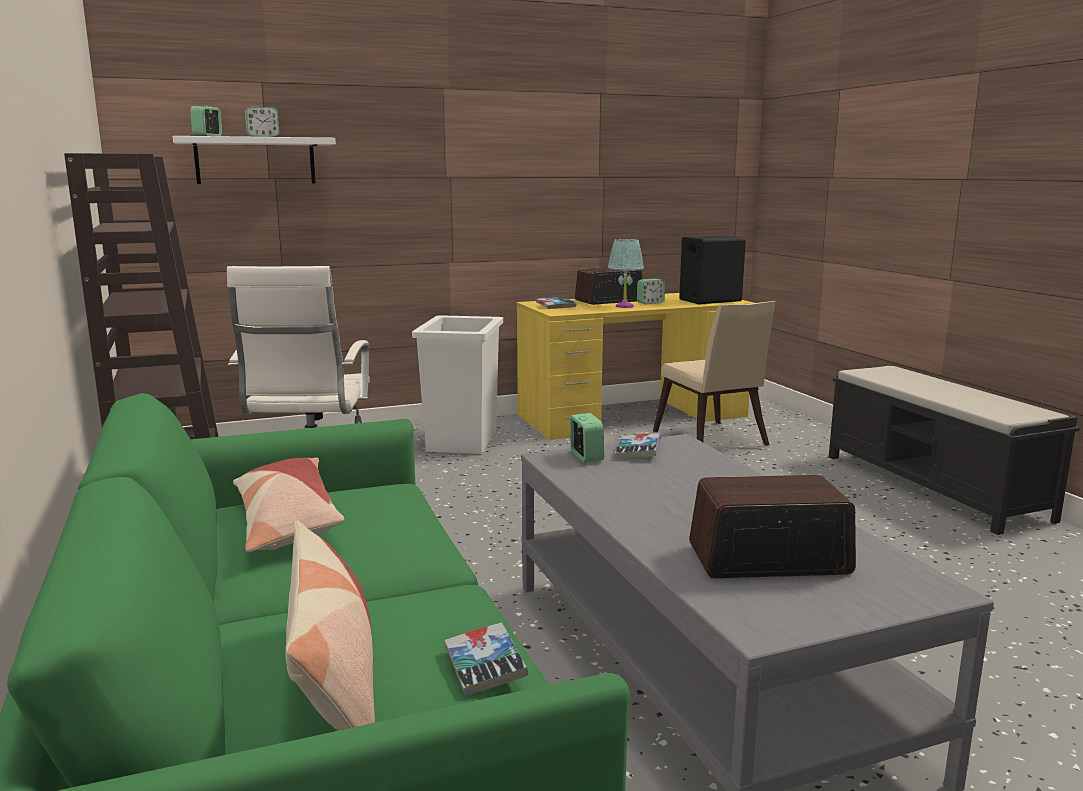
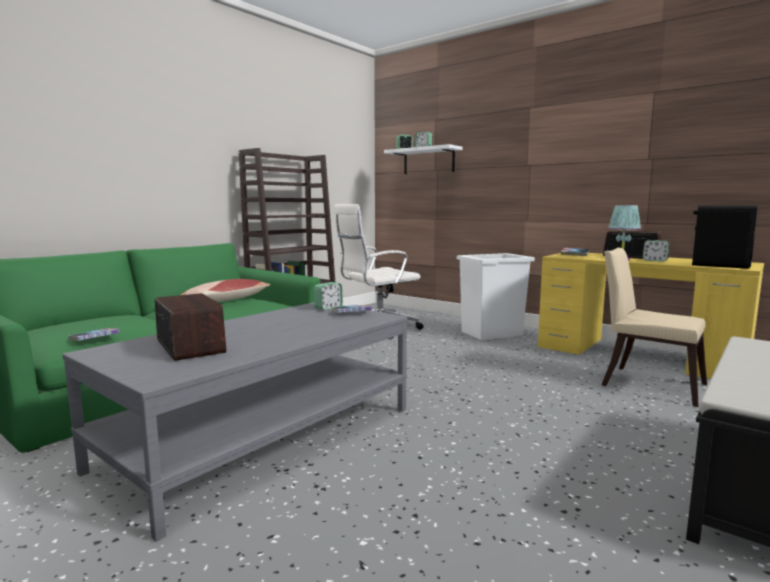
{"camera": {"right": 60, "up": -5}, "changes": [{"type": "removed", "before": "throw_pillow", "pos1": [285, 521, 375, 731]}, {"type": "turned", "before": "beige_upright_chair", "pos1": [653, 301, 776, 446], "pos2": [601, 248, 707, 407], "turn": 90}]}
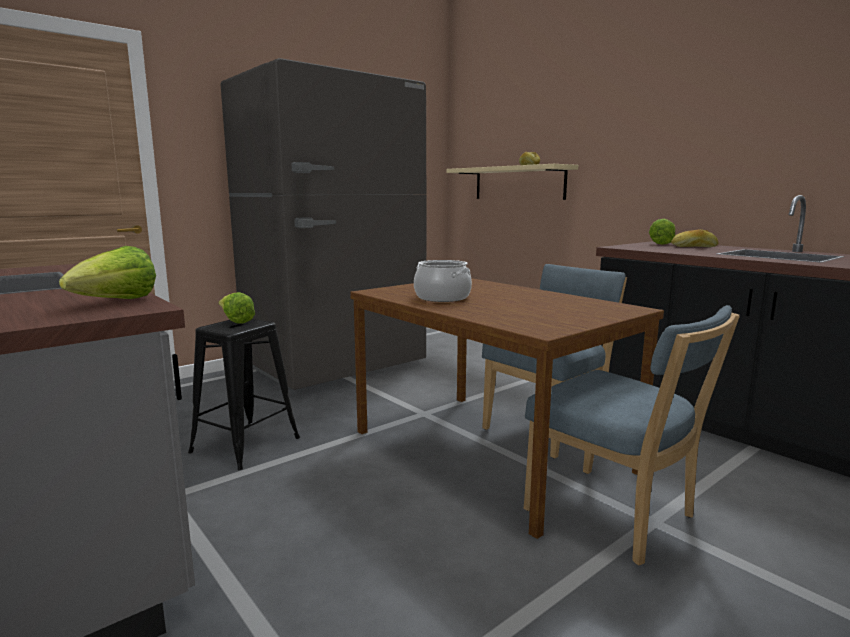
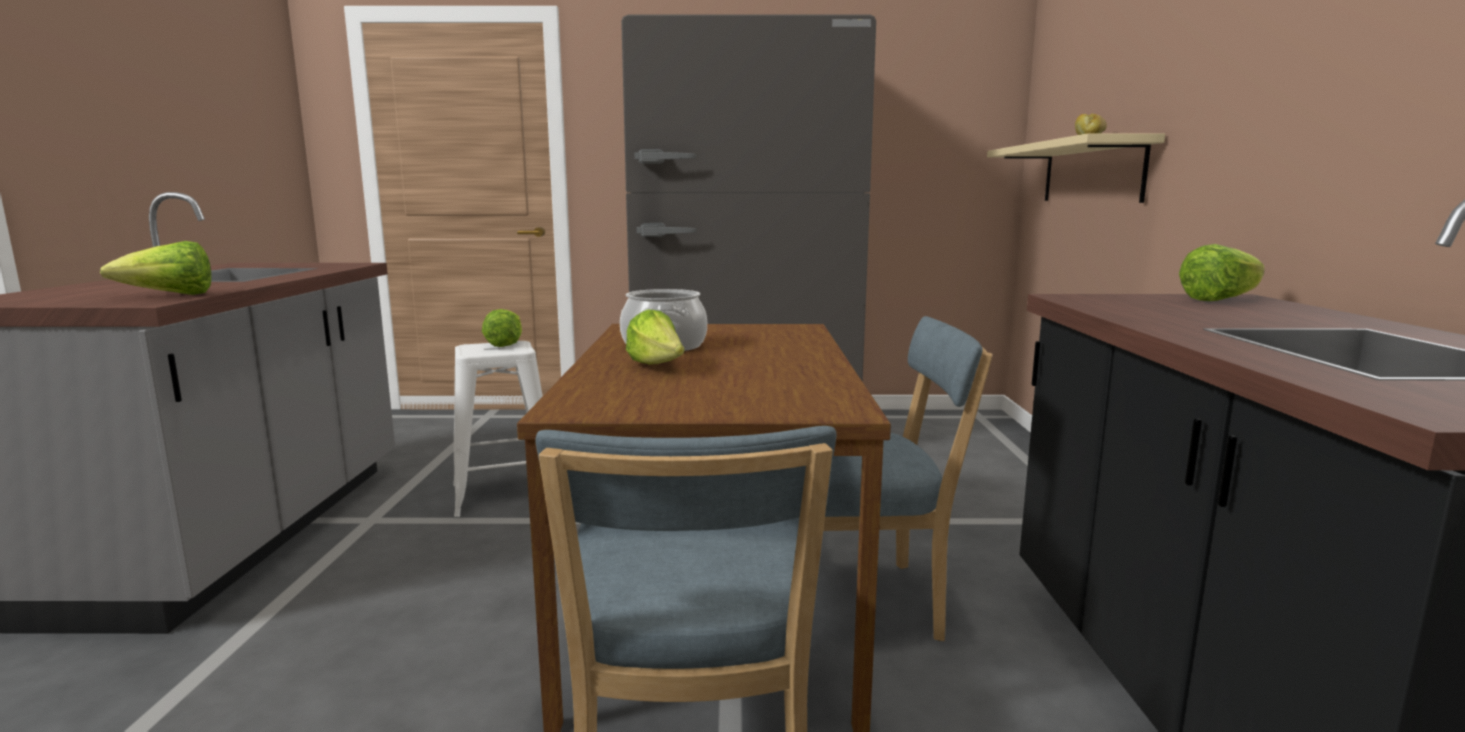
{"camera": {"right": 40, "up": 0}, "changes": [{"type": "removed", "before": "bread", "pos1": [671, 229, 718, 247]}, {"type": "added", "after": "head_of_lettuce", "pos2": [626, 309, 685, 365]}, {"type": "recoloured", "before": "black_sitting_stool", "after": "white_sitting_stool", "pos1": [188, 319, 300, 470], "pos2": [453, 341, 543, 517]}]}
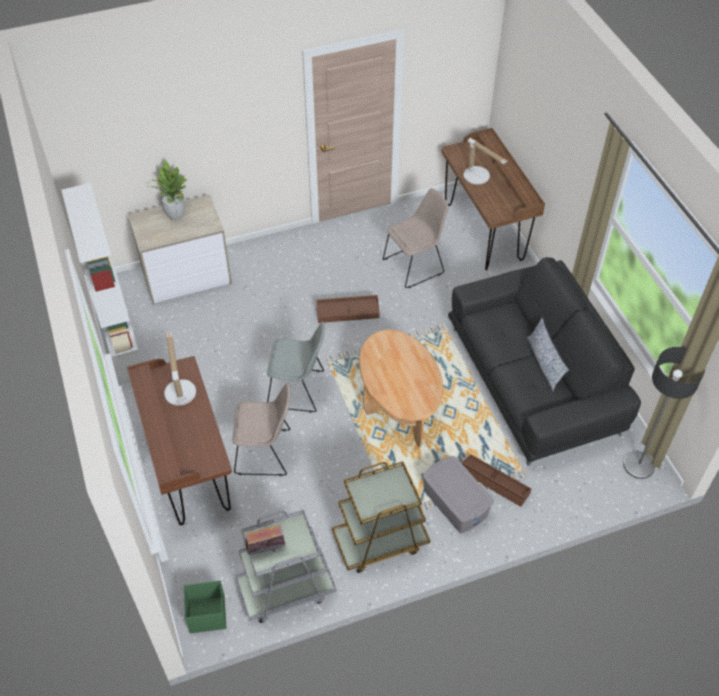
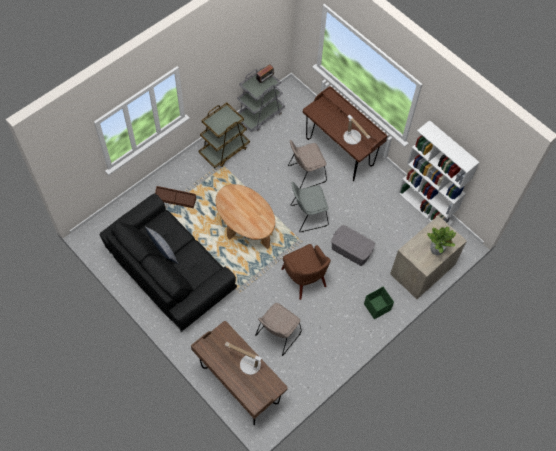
{"camera": {"right": 155, "up": 10}, "changes": [{"type": "removed", "before": "standing_lamp", "pos1": [623, 347, 705, 479]}, {"type": "moved", "before": "greenish_storage_bin", "pos1": [184, 581, 226, 634], "pos2": [364, 287, 394, 319]}, {"type": "moved", "before": "grey_storage_bin", "pos1": [422, 456, 494, 533], "pos2": [331, 225, 375, 266]}, {"type": "replaced", "before": "brownish_storage_bin", "after": "brownish_lounge_chair", "pos1": [316, 295, 380, 323], "pos2": [281, 244, 331, 300]}]}
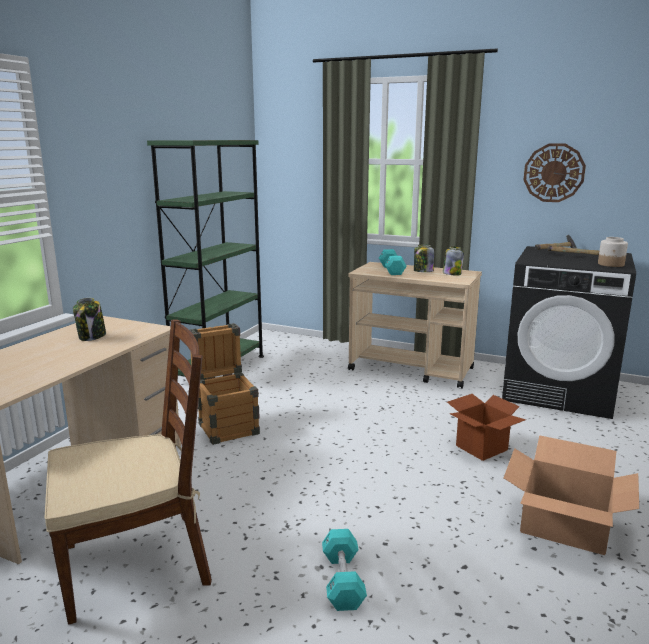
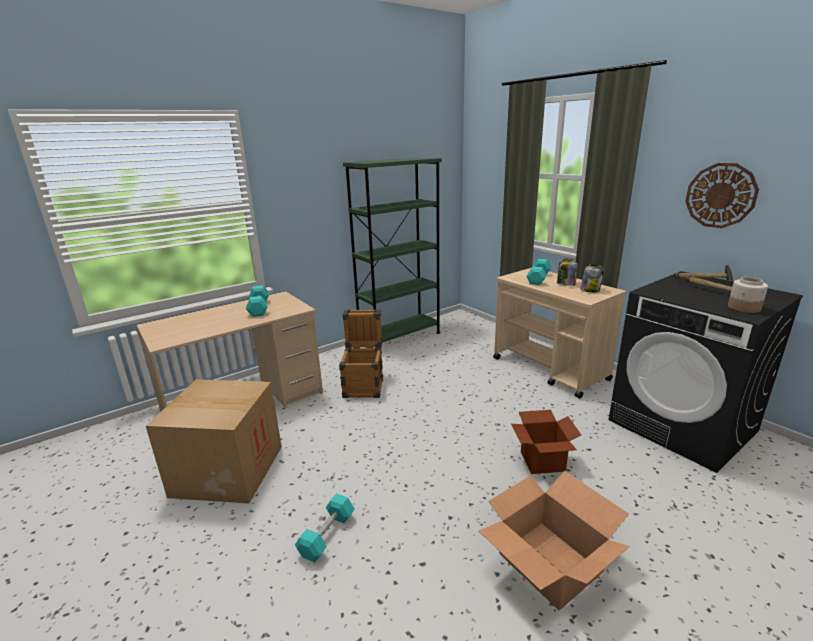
{"camera": {"right": 30, "up": 5}, "changes": [{"type": "replaced", "before": "brownish_upright_chair", "after": "packing_box", "pos1": [44, 319, 212, 625], "pos2": [146, 379, 282, 504]}, {"type": "replaced", "before": "storage_jar", "after": "turquoise-coloured_free_weight", "pos1": [73, 298, 106, 341], "pos2": [246, 285, 269, 317]}]}
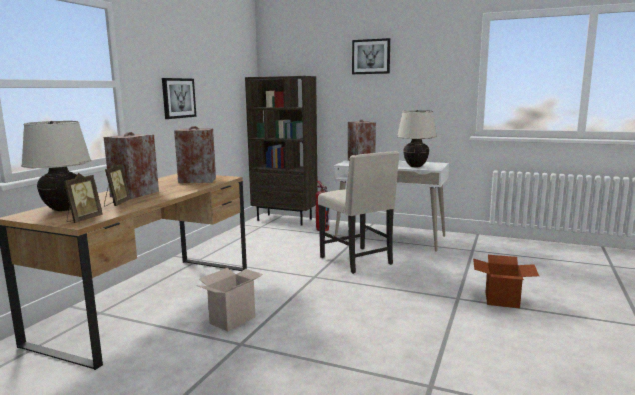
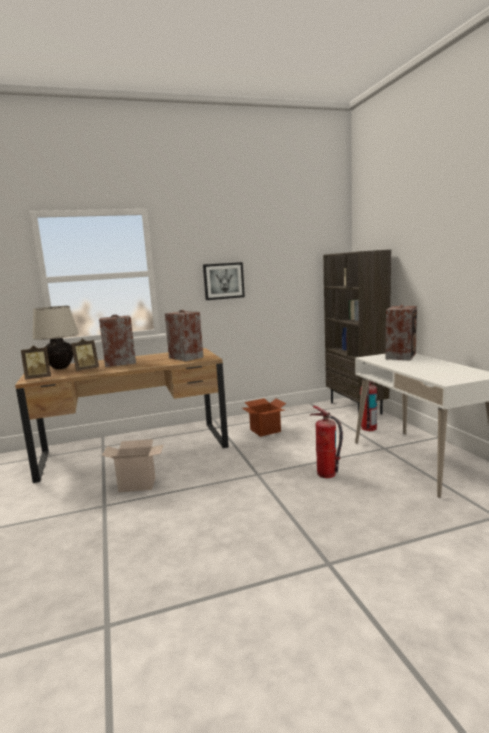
{"camera": {"right": 50, "up": 0}, "changes": [{"type": "removed", "before": "wall_art", "pos1": [352, 38, 390, 74]}, {"type": "removed", "before": "beige_lamp_for_a_table", "pos1": [397, 110, 437, 167]}, {"type": "moved", "before": "packing_box", "pos1": [473, 255, 539, 308], "pos2": [242, 398, 286, 437]}, {"type": "replaced", "before": "beige_upright_chair", "after": "fire-fighting_cylinder", "pos1": [318, 151, 400, 274], "pos2": [309, 406, 343, 478]}]}
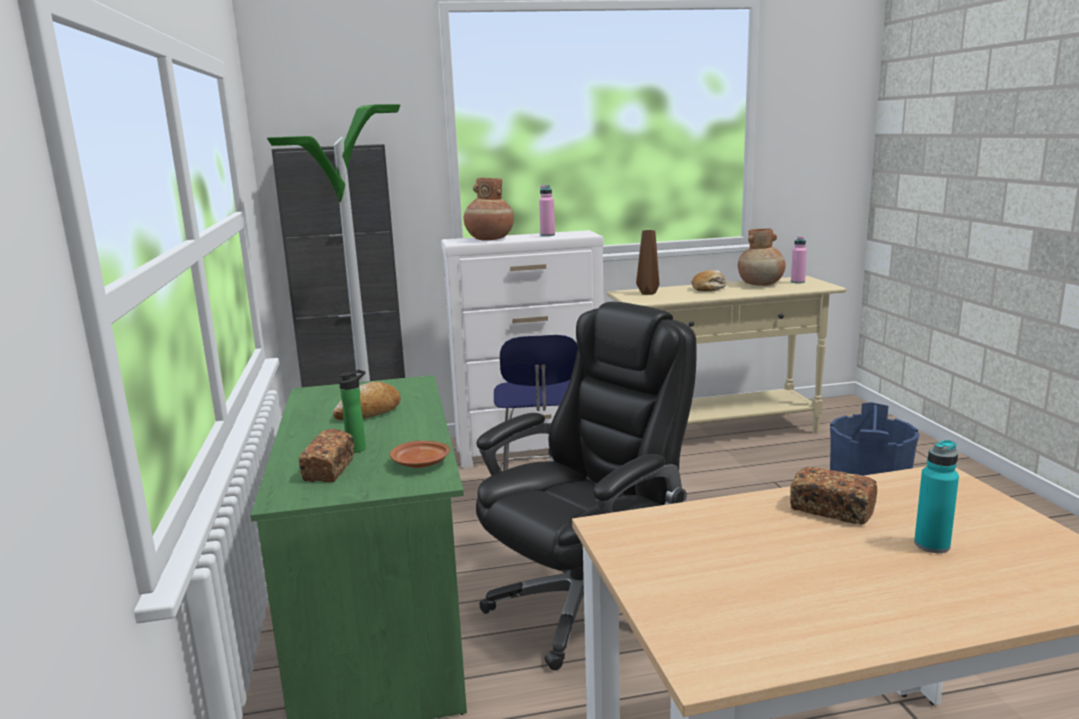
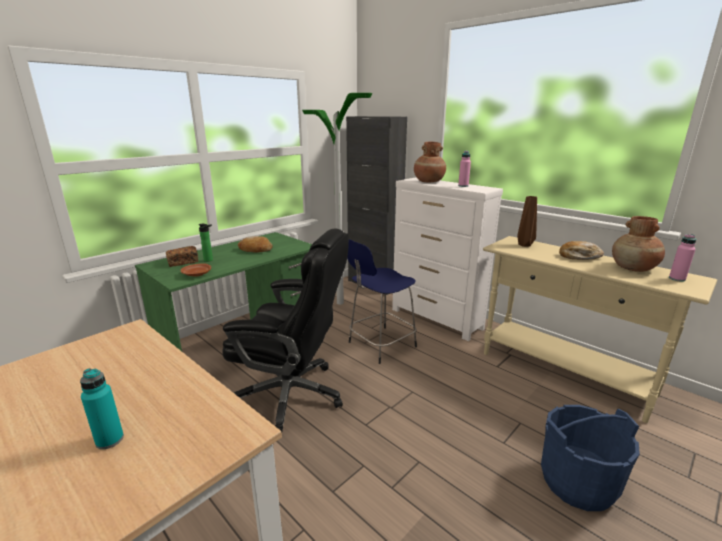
{"camera": {"right": 55, "up": 5}, "changes": [{"type": "removed", "before": "bread", "pos1": [790, 467, 877, 525]}]}
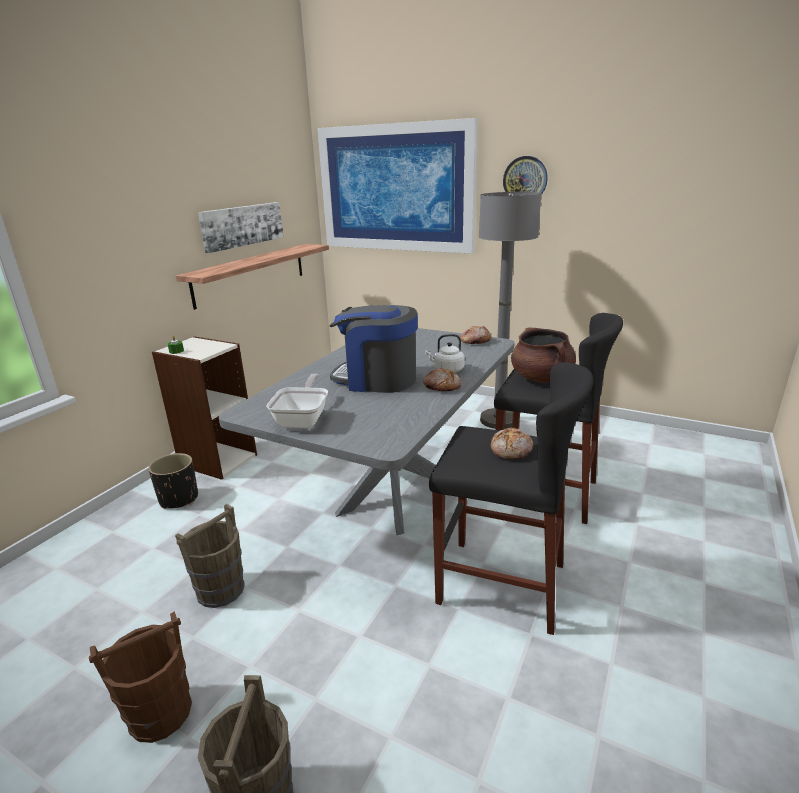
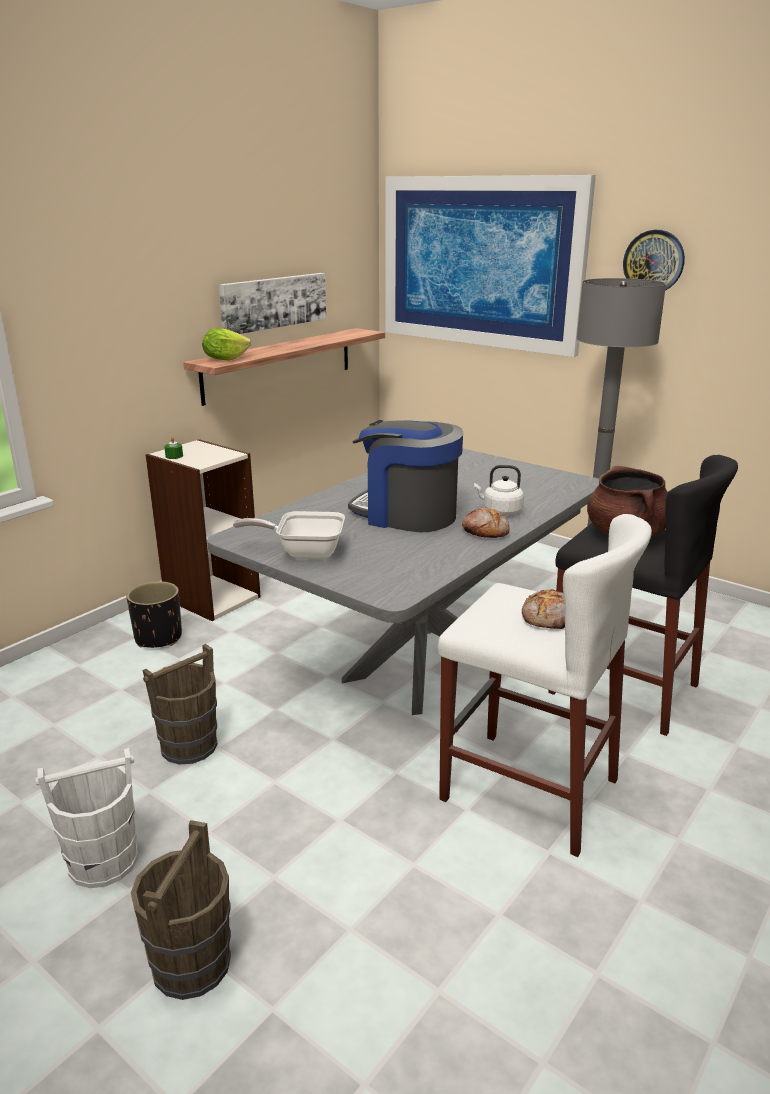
{"camera": {"right": 10, "up": 0}, "changes": [{"type": "removed", "before": "bread", "pos1": [460, 326, 491, 344]}, {"type": "added", "after": "head_of_lettuce", "pos2": [202, 328, 251, 361]}, {"type": "recoloured", "before": "brownish_bucket", "after": "white_bucket", "pos1": [89, 611, 192, 743], "pos2": [36, 748, 138, 888]}, {"type": "recoloured", "before": "black_sitting_stool", "after": "white_sitting_stool", "pos1": [429, 362, 593, 635], "pos2": [438, 514, 652, 857]}, {"type": "turned", "before": "frying_pan", "pos1": [266, 374, 328, 428], "pos2": [233, 511, 345, 559], "turn": -105}]}
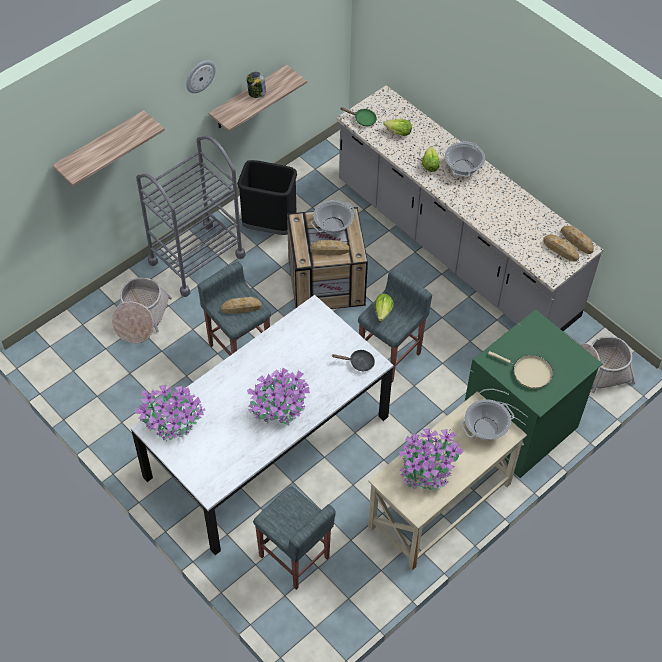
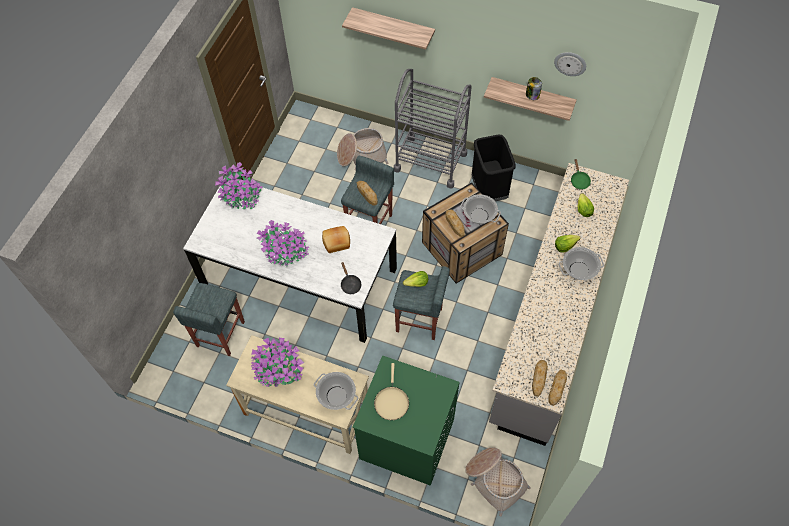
{"camera": {"right": 65, "up": 5}, "changes": [{"type": "added", "after": "bread", "pos2": [322, 226, 350, 253]}, {"type": "moved", "before": "wall_clock", "pos1": [186, 61, 216, 93], "pos2": [554, 52, 586, 76]}]}
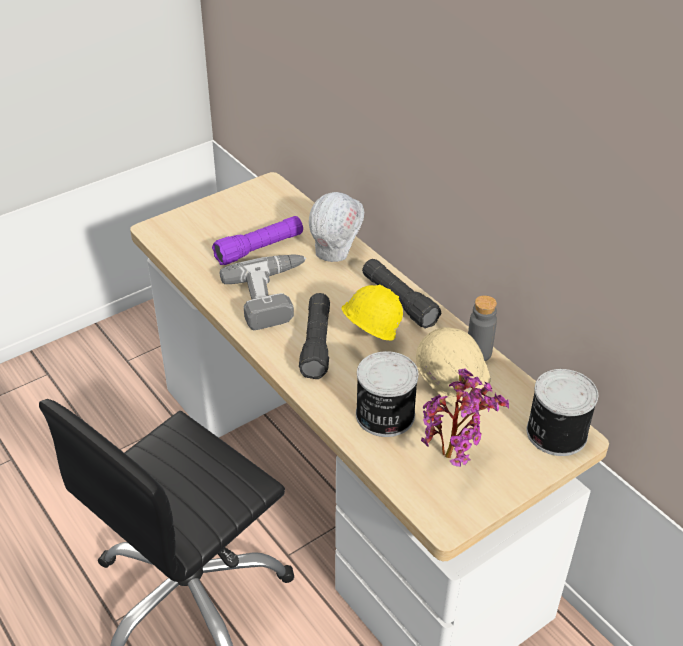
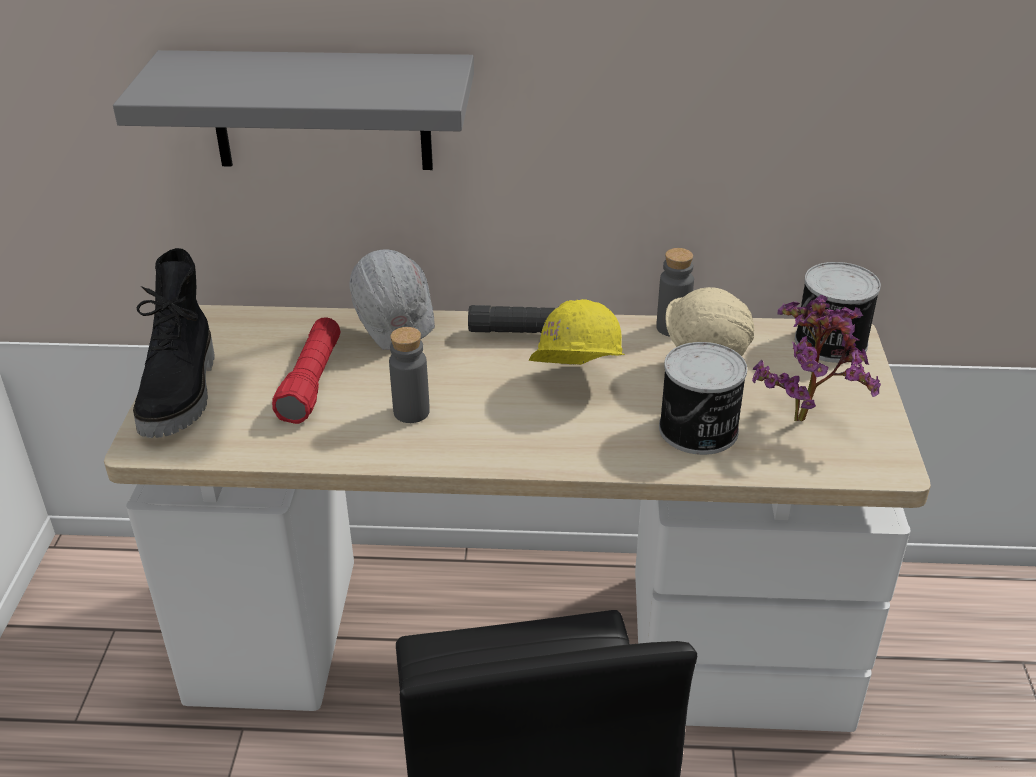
{"camera": {"right": -50, "up": -5}, "changes": [{"type": "removed", "before": "black_torch", "pos1": [299, 293, 330, 379]}, {"type": "added", "after": "grey_shelf", "pos2": [113, 50, 474, 170]}, {"type": "added", "after": "black_high-top_boot", "pos2": [133, 248, 215, 438]}, {"type": "replaced", "before": "electric_drill", "after": "grey_beverage_bottle", "pos1": [220, 254, 306, 330], "pos2": [389, 327, 430, 423]}, {"type": "recoloured", "before": "purple-coloured_torch", "after": "reddish_torch", "pos1": [212, 216, 303, 265], "pos2": [272, 317, 341, 424]}]}
